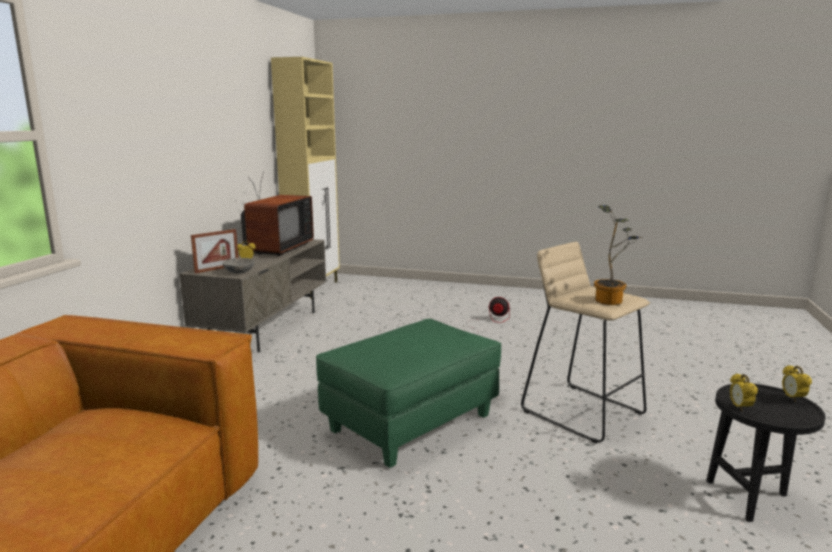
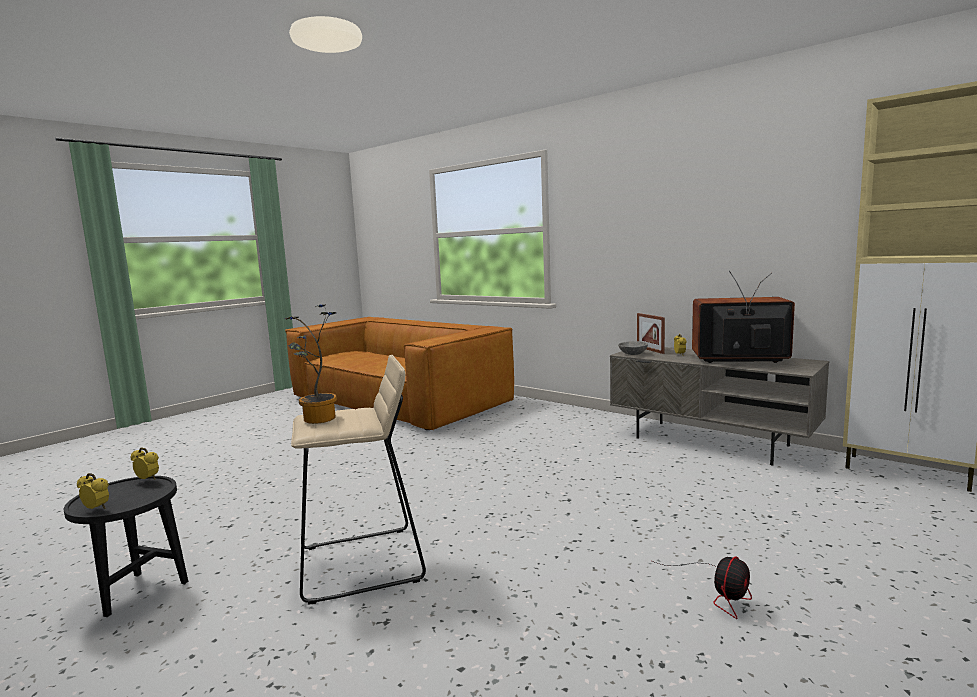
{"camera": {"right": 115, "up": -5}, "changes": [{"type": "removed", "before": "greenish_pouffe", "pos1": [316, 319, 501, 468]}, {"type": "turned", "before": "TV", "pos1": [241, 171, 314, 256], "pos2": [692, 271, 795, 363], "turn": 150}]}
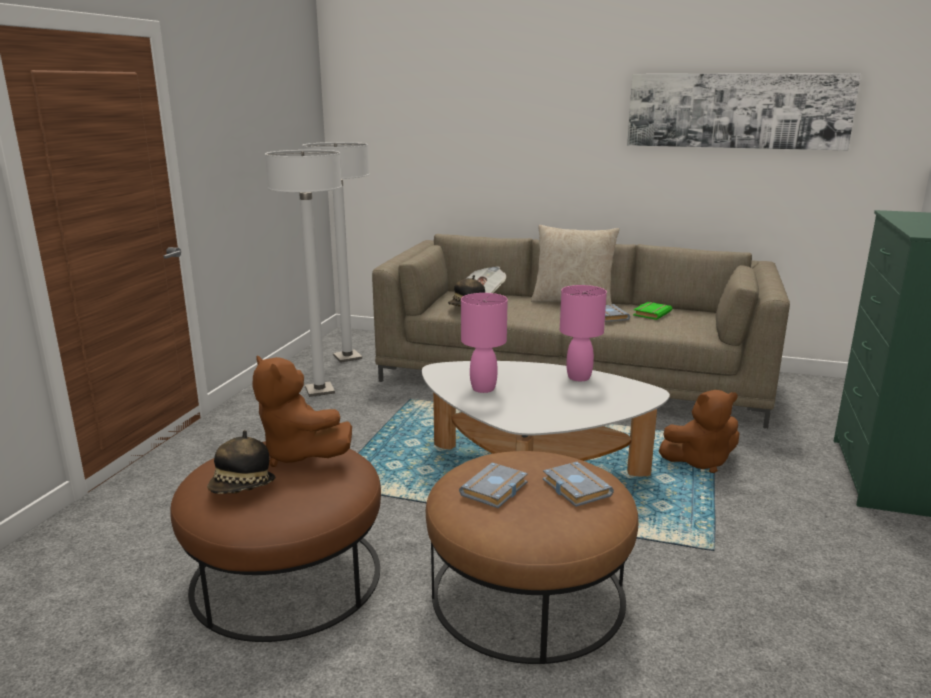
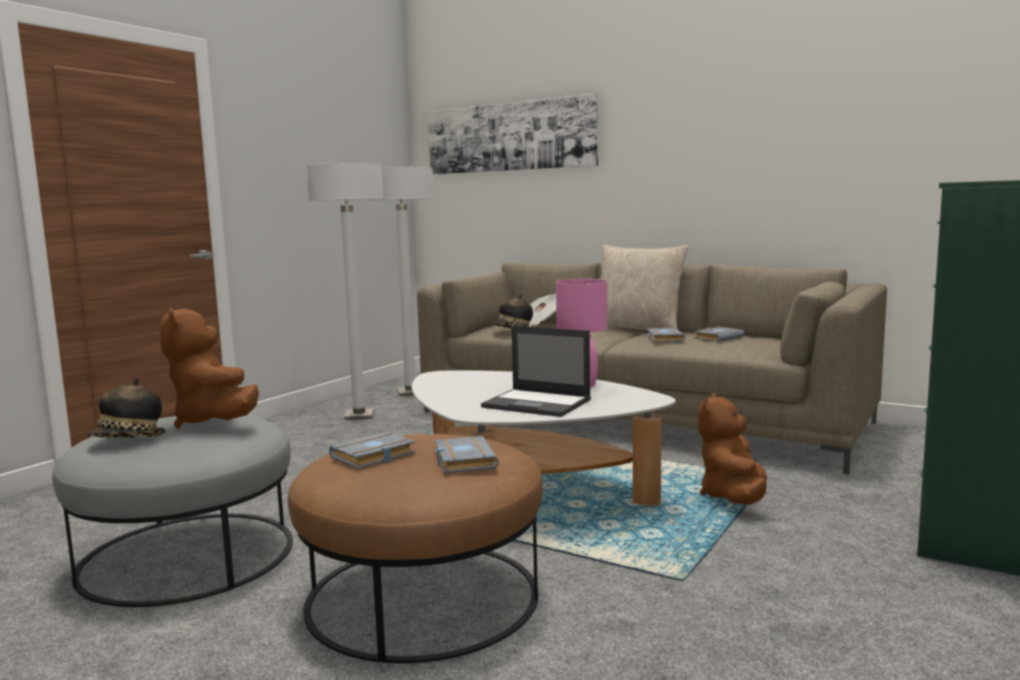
{"camera": {"right": 15, "up": -10}, "changes": [{"type": "removed", "before": "pink-coloured_lamp_for_a_table", "pos1": [461, 293, 508, 393]}, {"type": "added", "after": "laptop", "pos2": [481, 326, 591, 417]}, {"type": "moved", "before": "wall_art", "pos1": [627, 73, 861, 150], "pos2": [428, 93, 598, 175]}, {"type": "recoloured", "before": "brownish_pouffe", "after": "grey_pouffe", "pos1": [170, 441, 381, 642], "pos2": [52, 416, 293, 607]}, {"type": "recoloured", "before": "greenish_volume", "after": "grey_volume", "pos1": [633, 302, 672, 320], "pos2": [693, 327, 744, 342]}, {"type": "turned", "before": "brownish_cuddly_toy", "pos1": [659, 390, 740, 473], "pos2": [698, 393, 767, 505], "turn": 105}]}
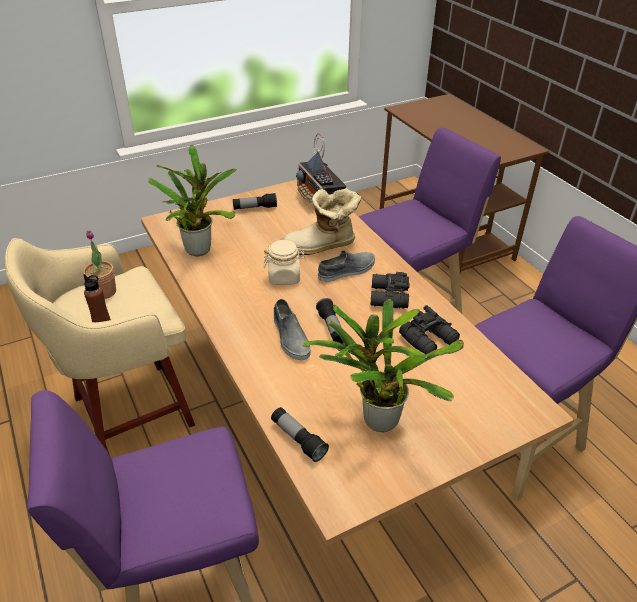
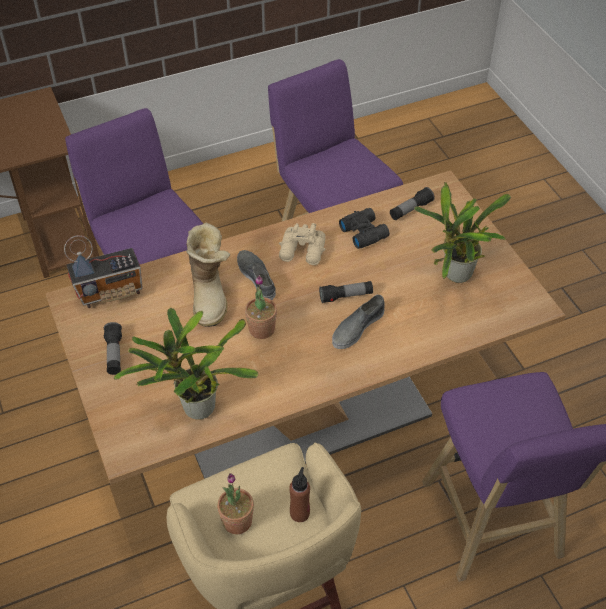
{"camera": {"right": -85, "up": 10}, "changes": [{"type": "moved", "before": "torch", "pos1": [271, 407, 329, 462], "pos2": [390, 187, 435, 220]}, {"type": "replaced", "before": "beige_storage_jar", "after": "potted_plant", "pos1": [263, 240, 305, 285], "pos2": [245, 275, 277, 339]}, {"type": "recoloured", "before": "black_binoculars", "after": "beige_binoculars", "pos1": [370, 272, 410, 309], "pos2": [279, 223, 326, 265]}, {"type": "turned", "before": "grey_shoe", "pos1": [274, 299, 311, 360], "pos2": [332, 295, 385, 349], "turn": 150}]}
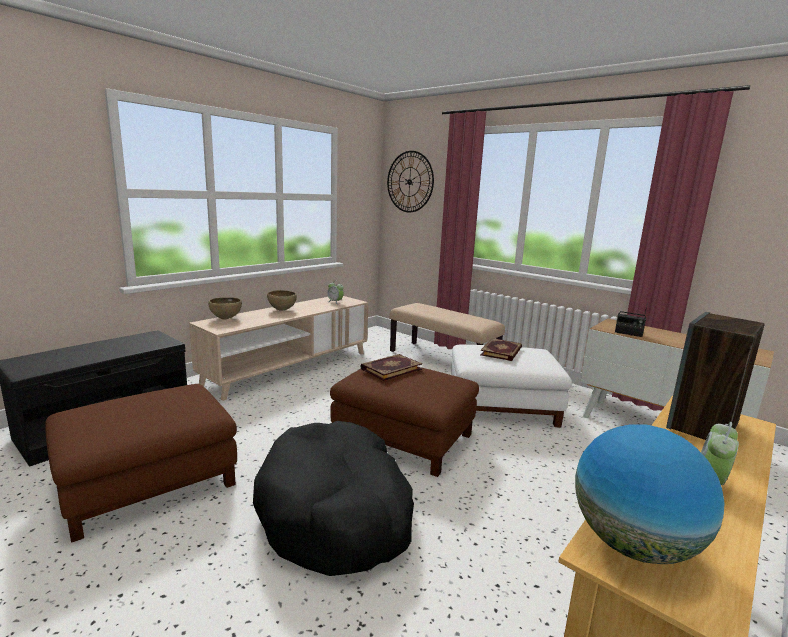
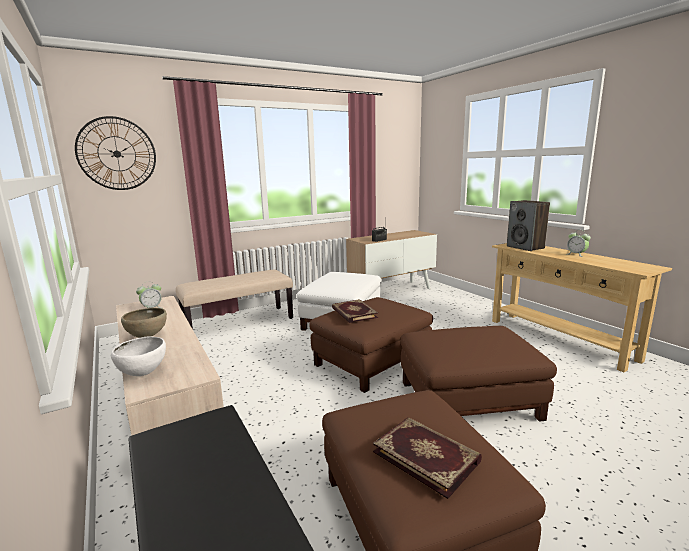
{"camera": {"right": -70, "up": 0}, "changes": [{"type": "removed", "before": "world_globe", "pos1": [575, 424, 725, 564]}, {"type": "moved", "before": "volume", "pos1": [480, 338, 522, 361], "pos2": [373, 417, 482, 499]}, {"type": "replaced", "before": "black_pet_bed", "after": "brownish_pouffe", "pos1": [253, 421, 414, 576], "pos2": [400, 326, 557, 422]}, {"type": "recoloured", "before": "brownish_bowl", "after": "white_bowl", "pos1": [208, 297, 242, 319], "pos2": [111, 336, 166, 376]}]}
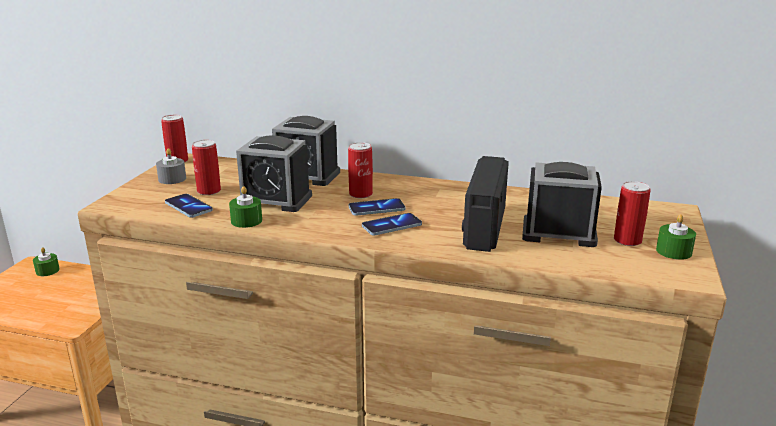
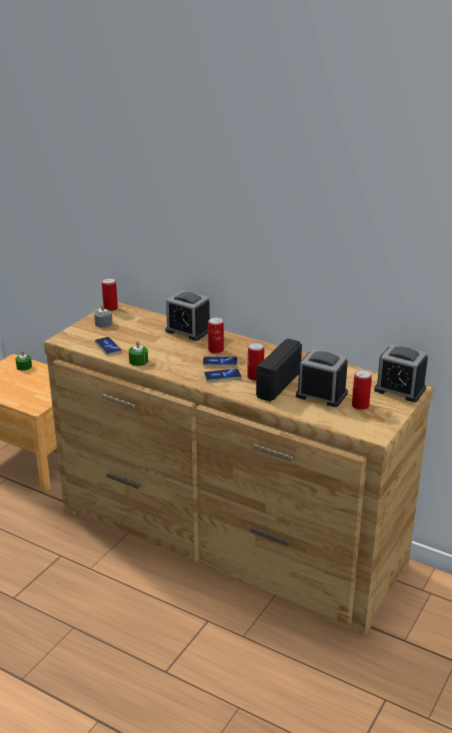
{"camera": {"right": 15, "up": 5}, "changes": [{"type": "removed", "before": "greenish_wax_light", "pos1": [656, 214, 696, 260]}, {"type": "moved", "before": "sealed_can", "pos1": [192, 140, 221, 195], "pos2": [247, 343, 264, 381]}, {"type": "moved", "before": "table_clock", "pos1": [236, 135, 312, 212], "pos2": [374, 344, 428, 402]}]}
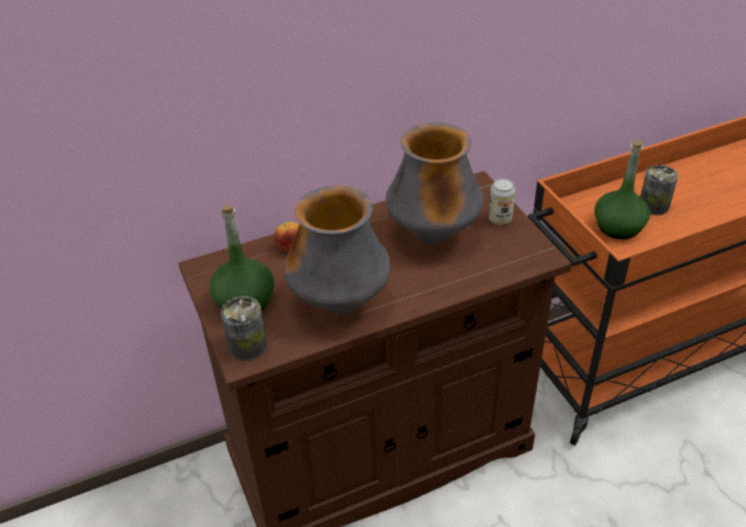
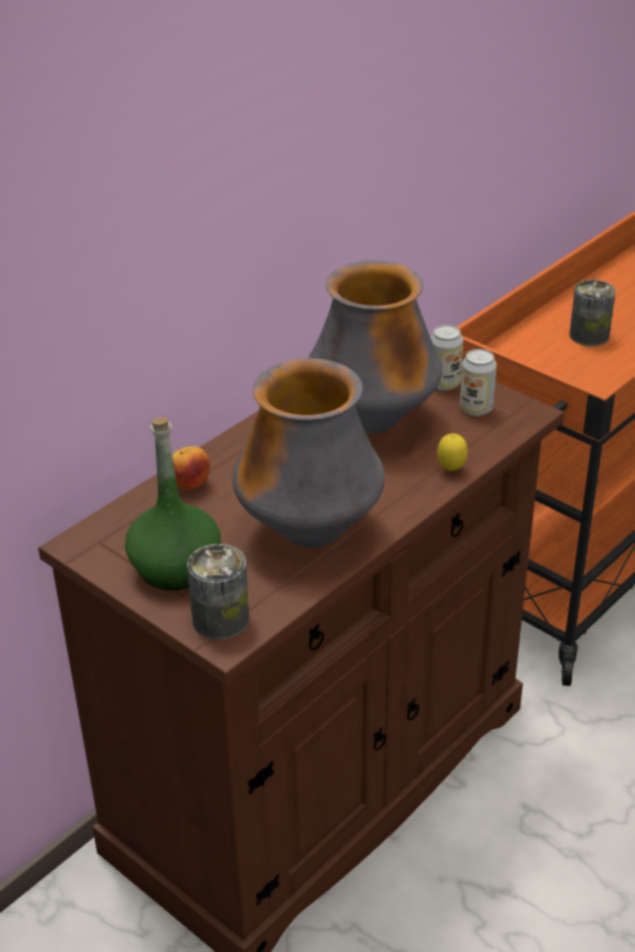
{"camera": {"right": -25, "up": -5}, "changes": [{"type": "removed", "before": "greenish_beverage_bottle", "pos1": [594, 140, 650, 239]}, {"type": "added", "after": "citrus_fruit", "pos2": [437, 433, 468, 471]}, {"type": "added", "after": "sealed_can", "pos2": [460, 349, 497, 416]}]}
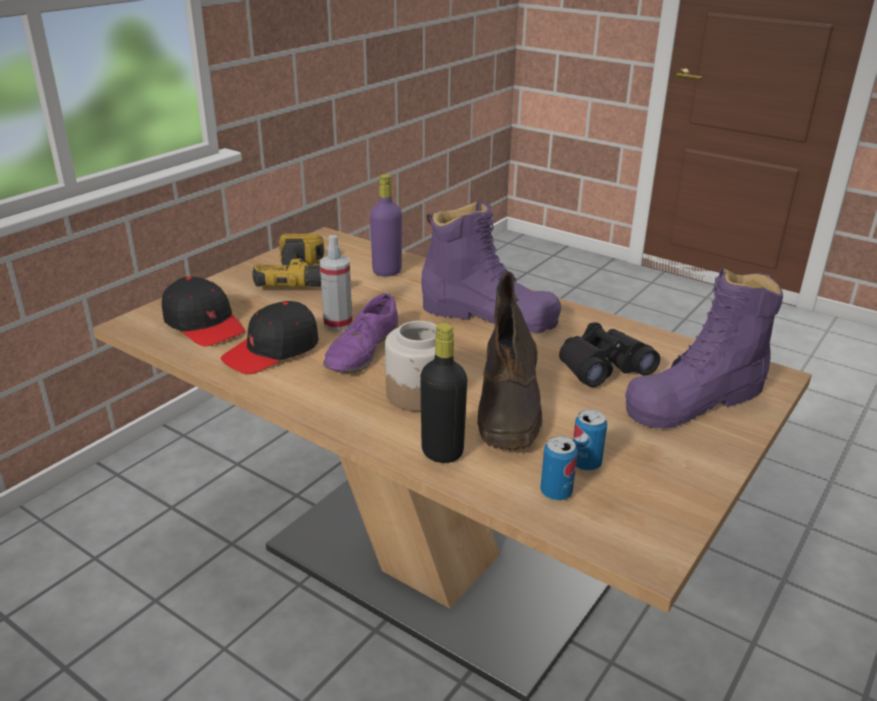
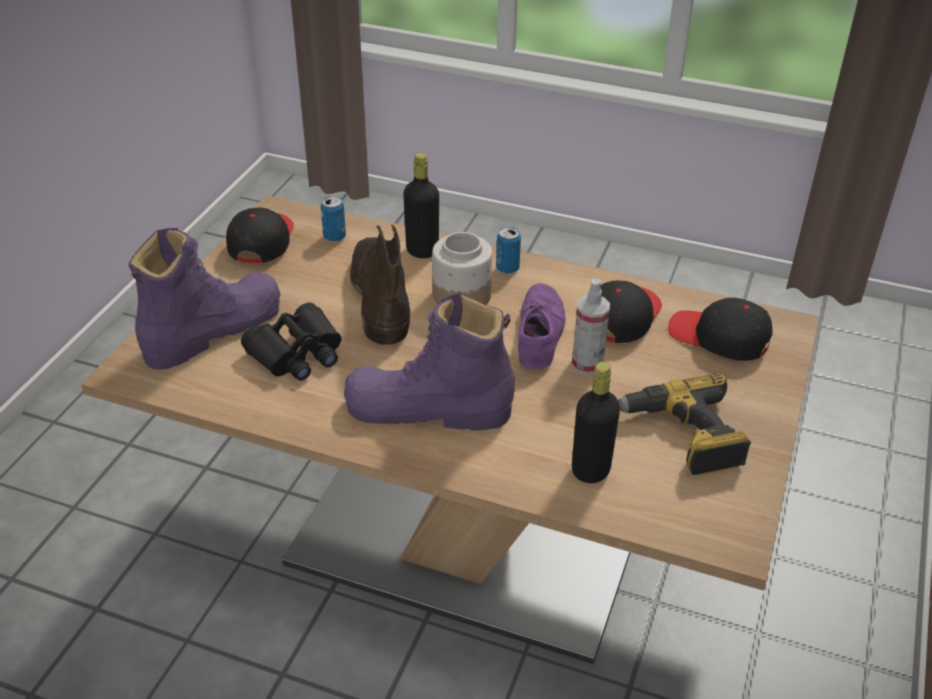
{"camera": {"right": 165, "up": 10}, "changes": [{"type": "added", "after": "black_peaked_cap", "pos2": [226, 207, 294, 263]}, {"type": "moved", "before": "sealed_can", "pos1": [573, 409, 607, 471], "pos2": [496, 227, 521, 274]}, {"type": "recoloured", "before": "purple-coloured_beverage_bottle", "after": "black_beverage_bottle", "pos1": [370, 174, 402, 276], "pos2": [572, 362, 620, 483]}]}
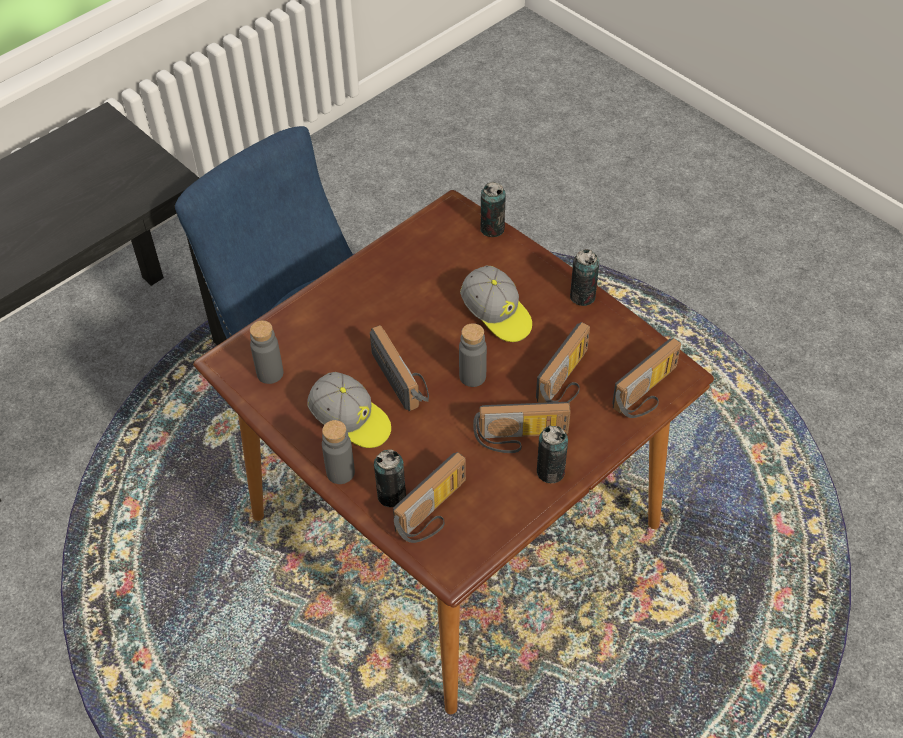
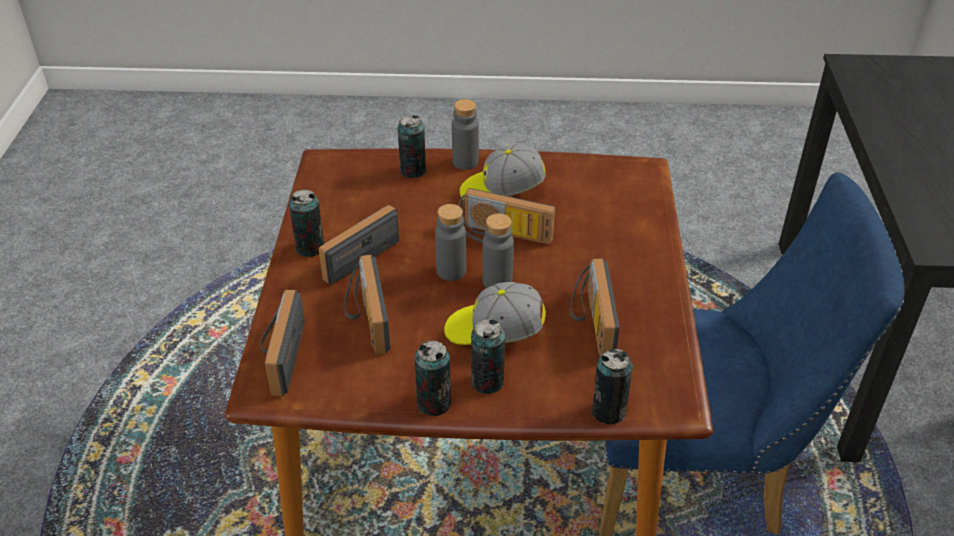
{"camera": {"right": 135, "up": -10}, "changes": [{"type": "added", "after": "sealed_can", "pos2": [471, 319, 505, 394]}, {"type": "moved", "before": "grey_beverage_bottle", "pos1": [250, 320, 283, 384], "pos2": [482, 213, 514, 288]}, {"type": "moved", "before": "radio_set", "pos1": [393, 452, 466, 543], "pos2": [570, 259, 620, 356]}]}
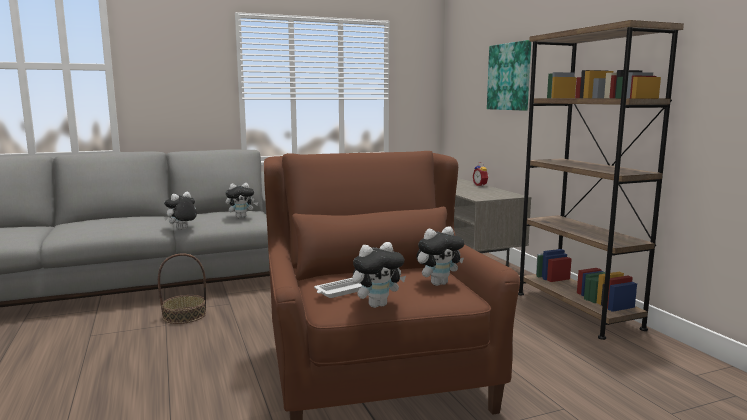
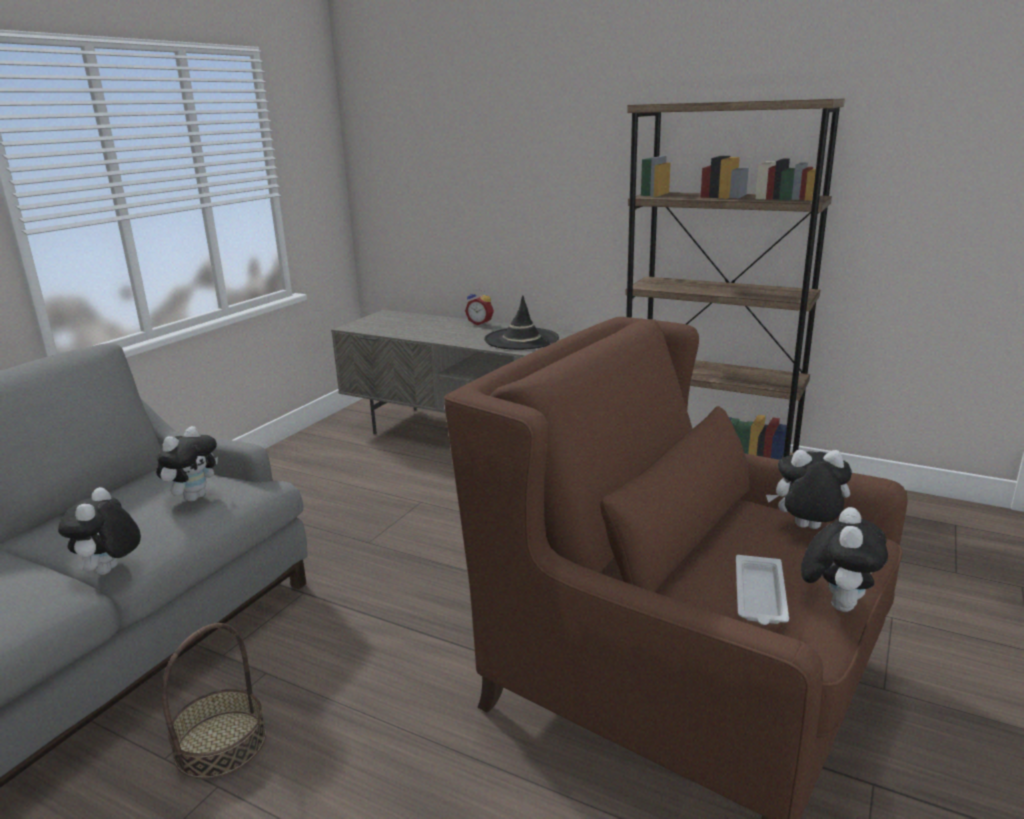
{"camera": {"right": -40, "up": 10}, "changes": [{"type": "removed", "before": "wall_art", "pos1": [487, 40, 531, 111]}, {"type": "added", "after": "black_hat", "pos2": [484, 295, 559, 350]}, {"type": "turned", "before": "cuddly_toy", "pos1": [416, 227, 464, 286], "pos2": [766, 450, 852, 529], "turn": -105}]}
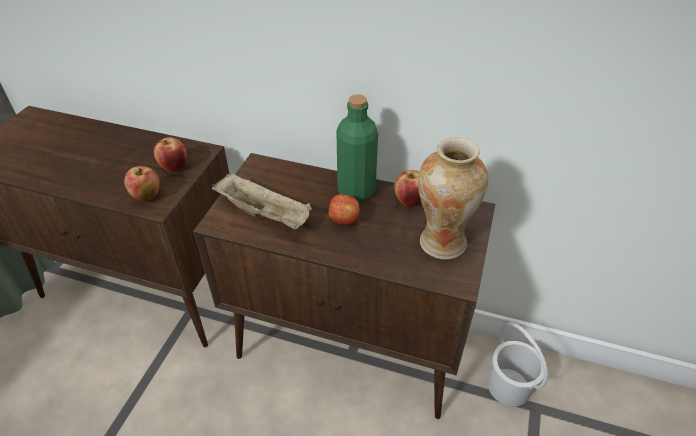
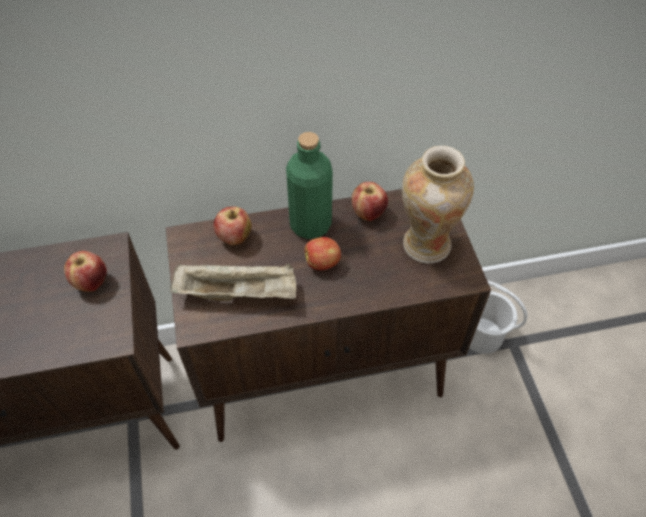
{"camera": {"right": -30, "up": 10}, "changes": [{"type": "moved", "before": "apple_fruit", "pos1": [124, 166, 160, 201], "pos2": [213, 206, 252, 245]}]}
